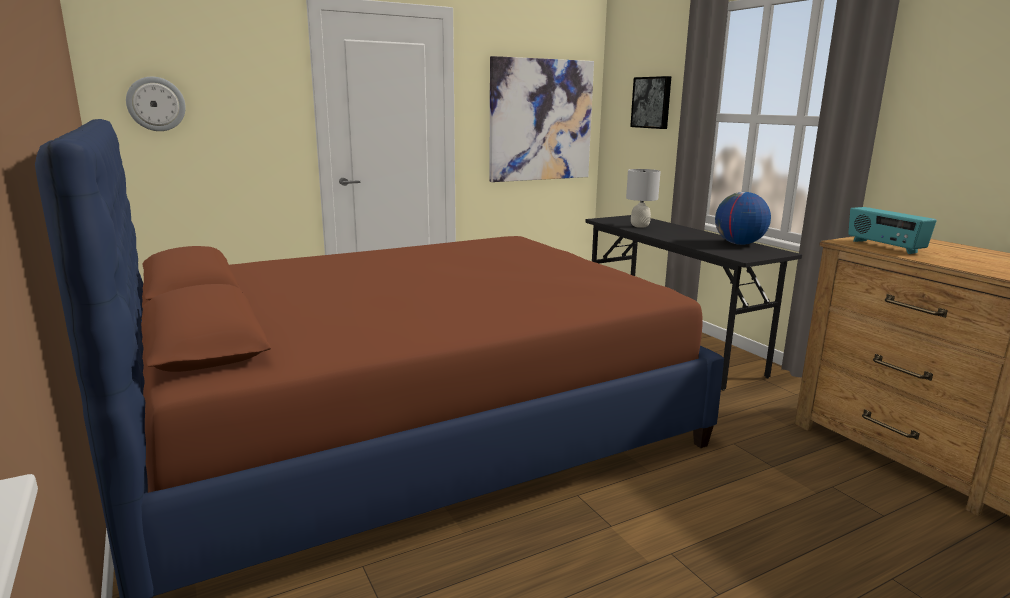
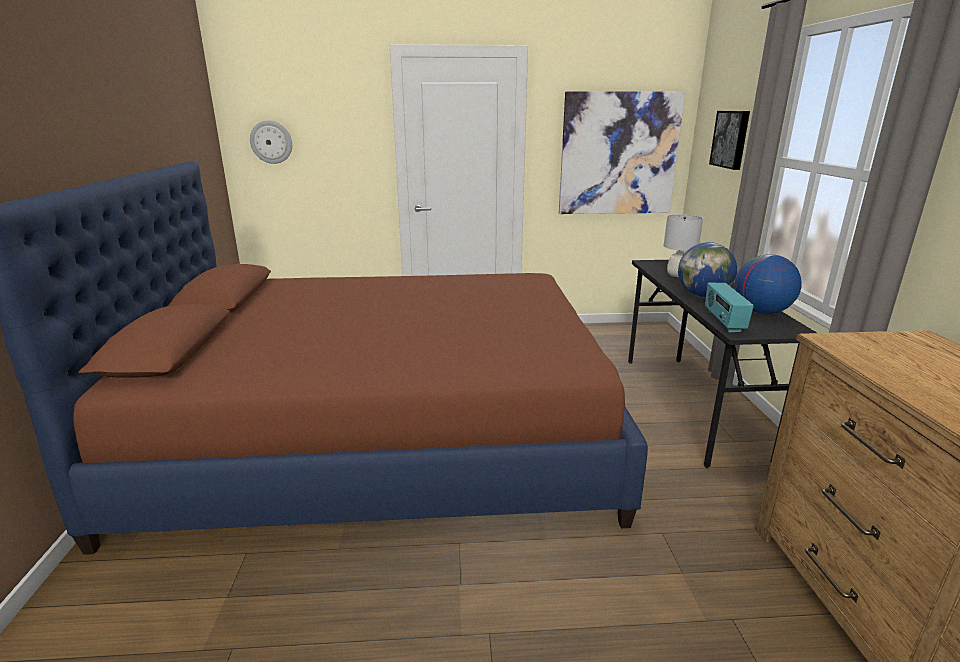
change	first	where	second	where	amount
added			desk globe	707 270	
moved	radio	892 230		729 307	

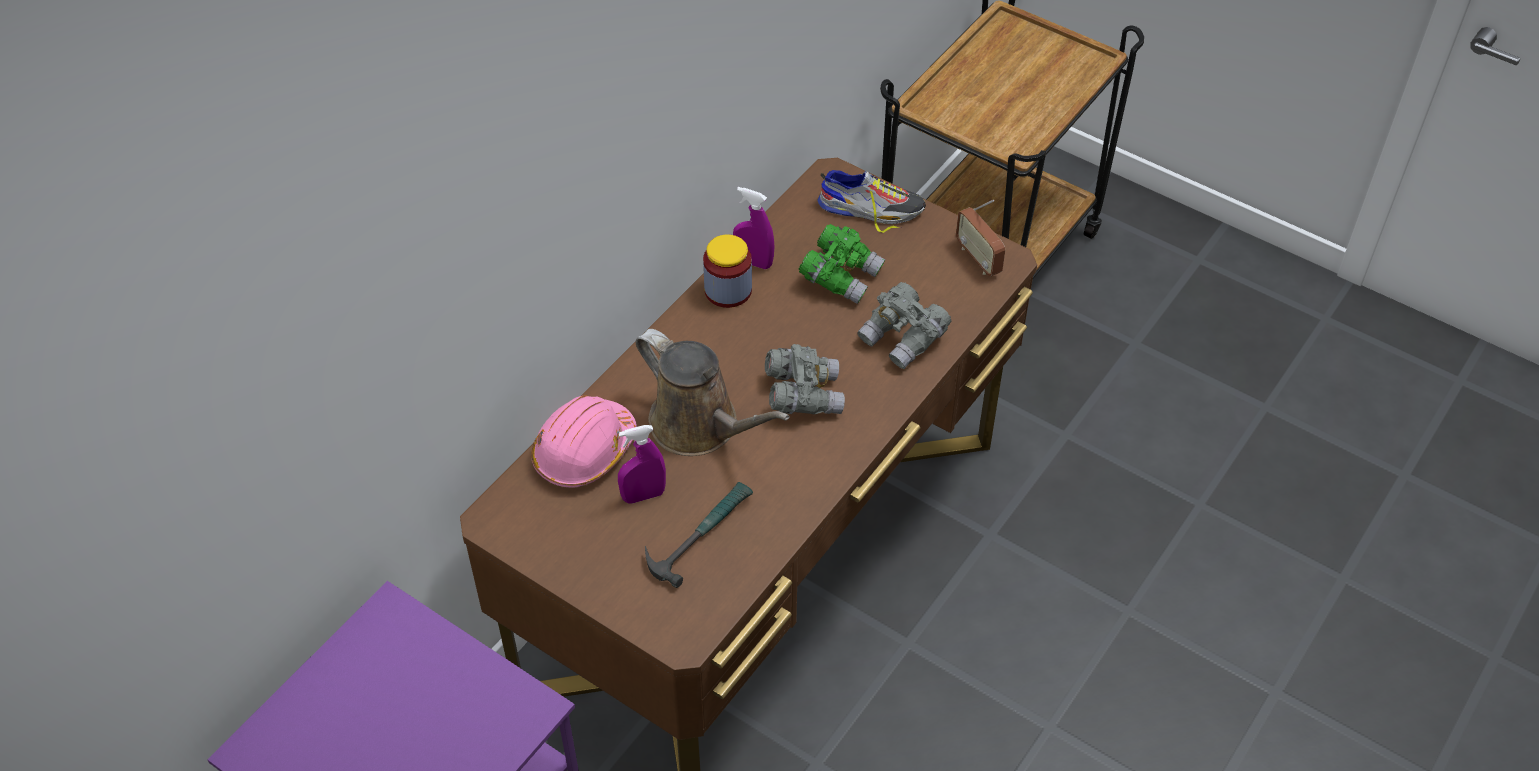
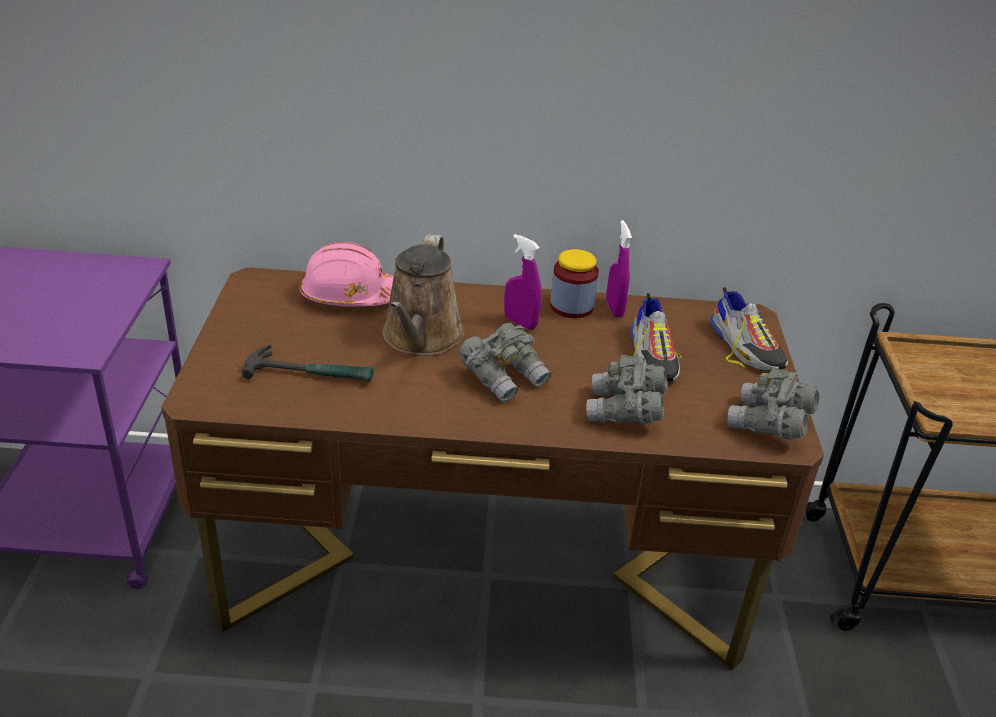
change	first	where	second	where	amount
moved	purplish spray bottle	642 464		523 282	
replaced	green pair of binoculars	842 264	low shoe	656 337	
replaced	radio	980 238	gray pair of binoculars	773 403	

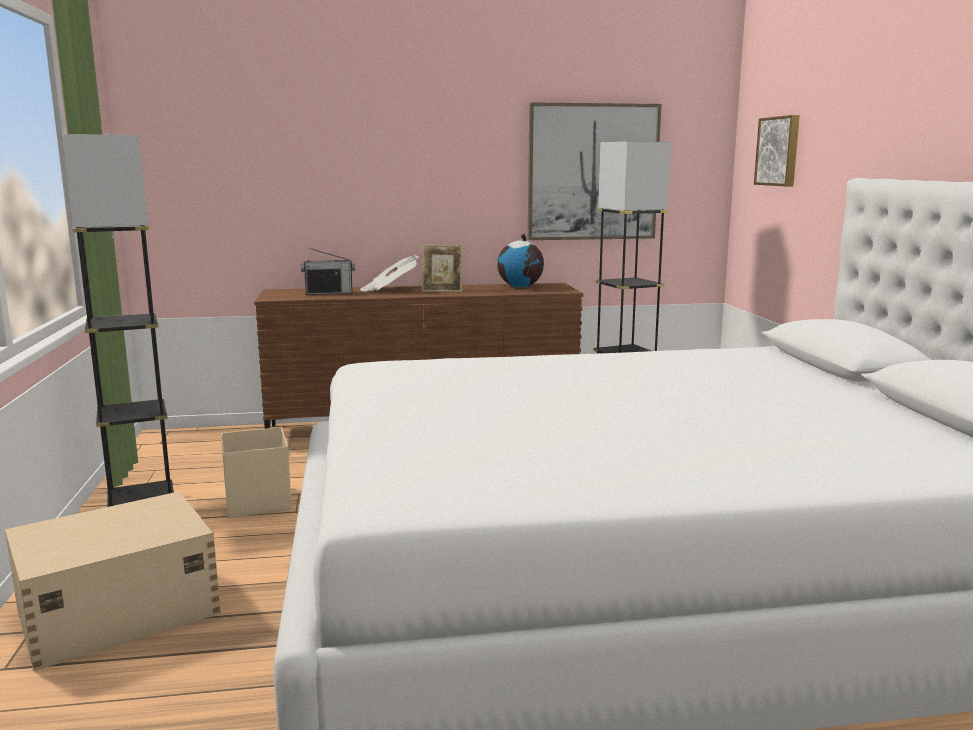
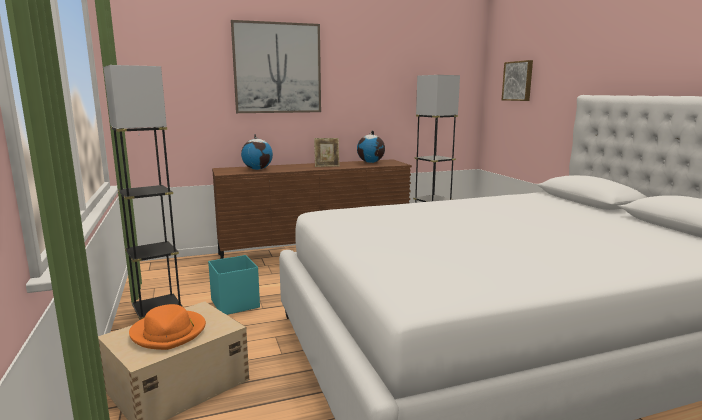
change	first	where	second	where	amount
added			orangey wearable hat	167 327	
recoloured	sand-coloured storage box	256 472	turquoise storage box	234 285	
moved	wall picture	594 171		276 66	
replaced	radio	328 271	desk globe	257 152	
removed	newspaper	389 273			

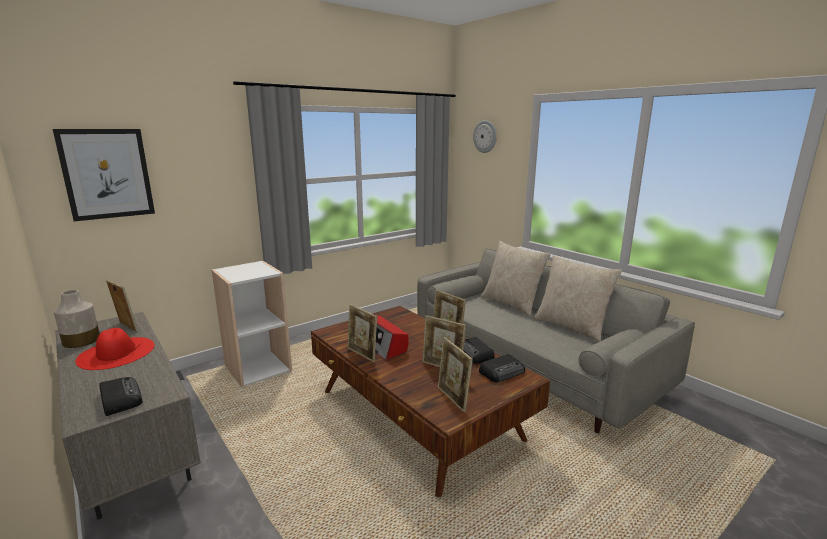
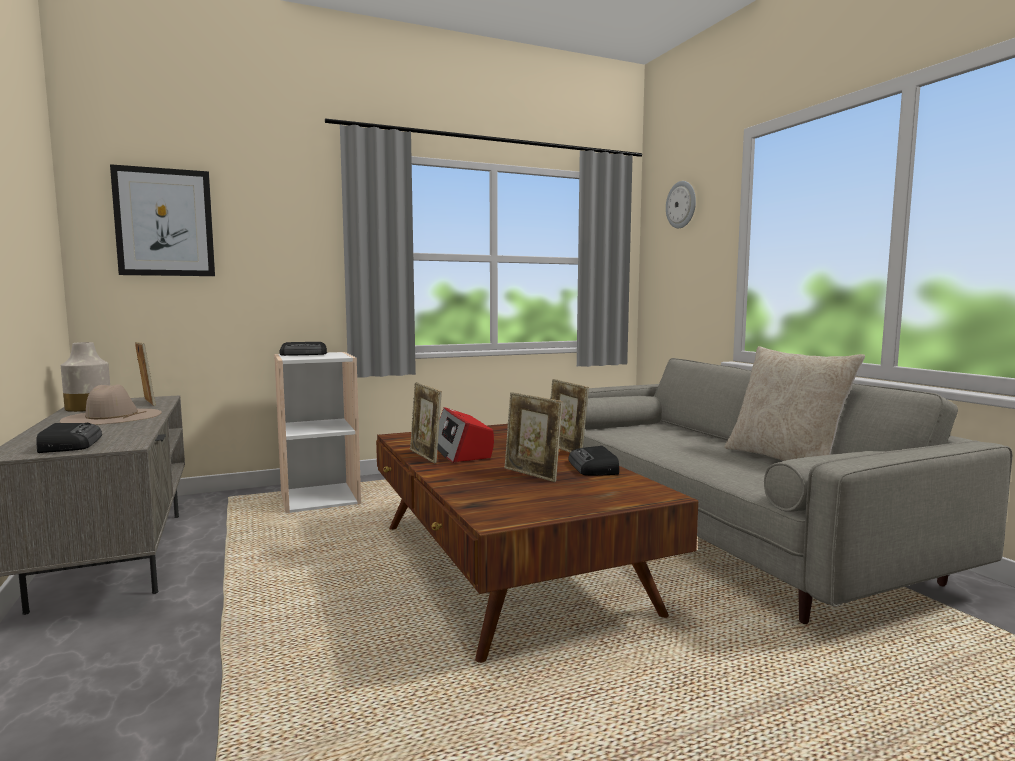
change	first	where	second	where	amount
recoloured	reddish wearable hat	114 349	sand-coloured wearable hat	111 405	
moved	radio	502 368		303 349	
removed	picture frame	455 374			
removed	sand-coloured throw pillow	516 278			

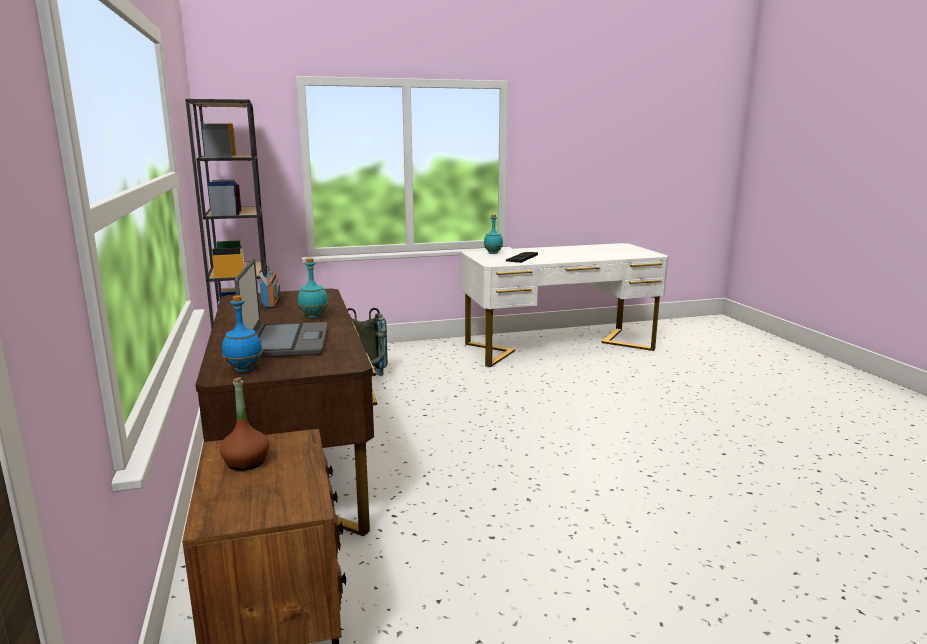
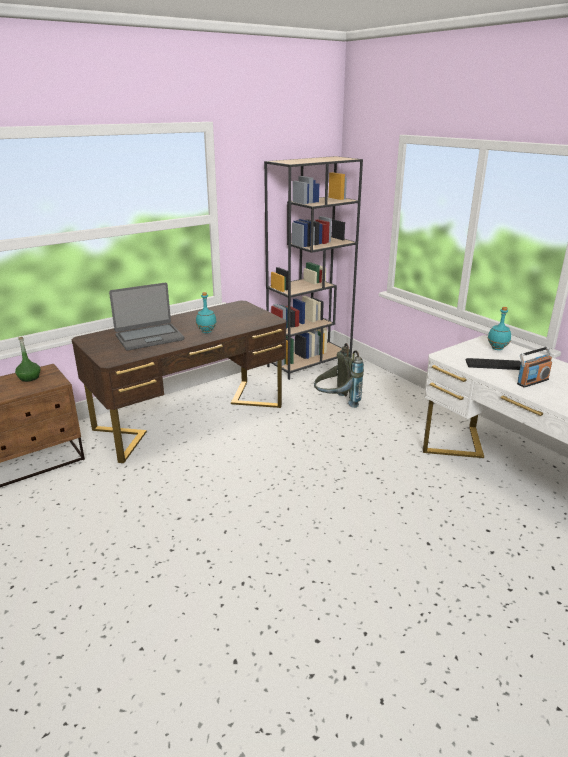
change	first	where	second	where	amount
recoloured	brown-coloured bottle	244 424	green bottle	28 359	
moved	radio	269 286		534 367	
removed	bluish bottle	242 333			

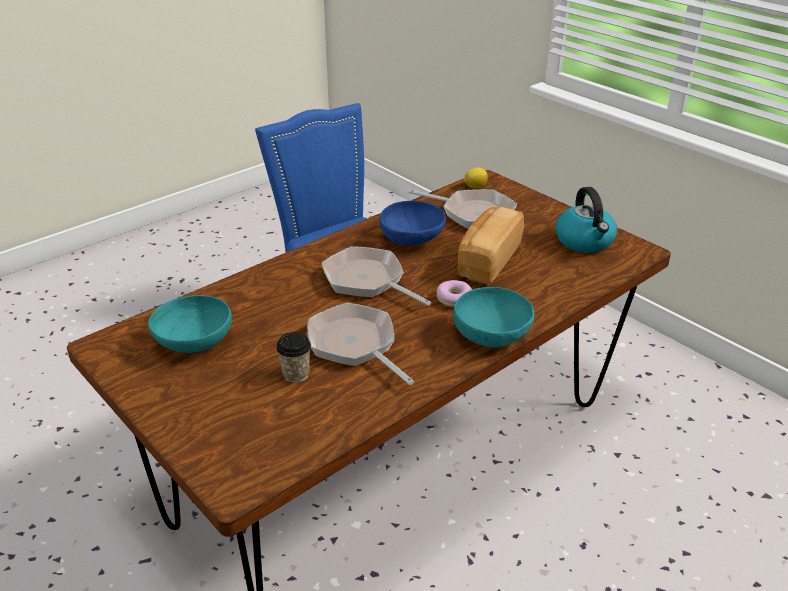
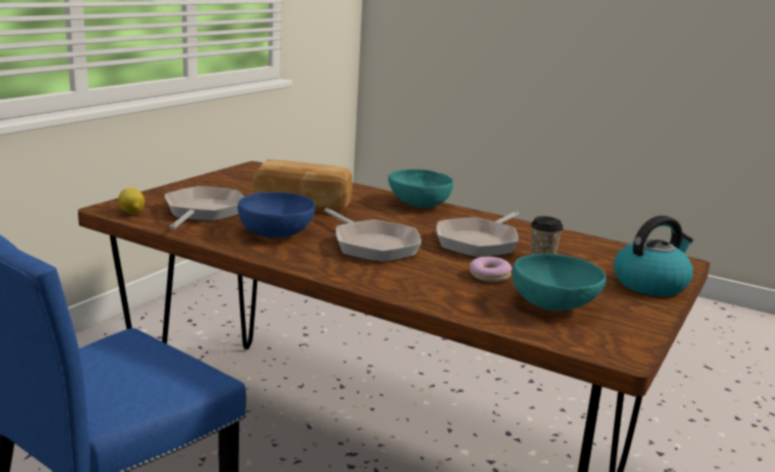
change	first	where	second	where	amount
turned	pan	376 276		372 235	60 degrees counterclockwise
moved	ring doughnut	454 293		491 269	
moved	tea kettle	586 220		653 255	

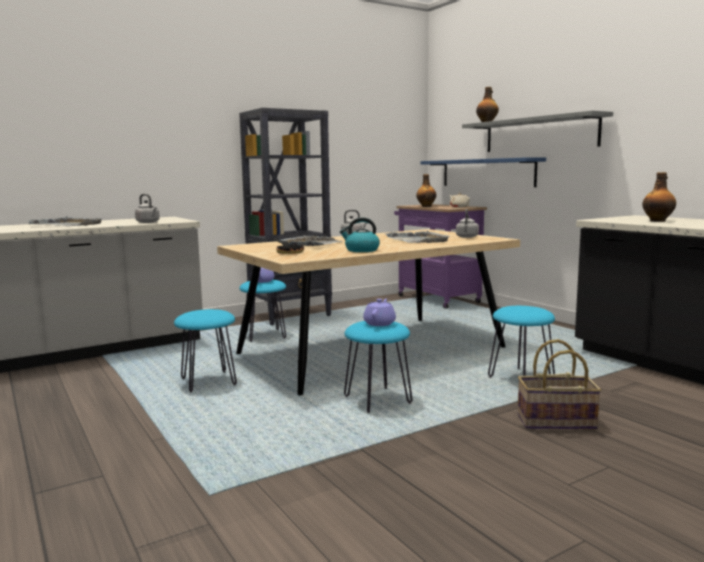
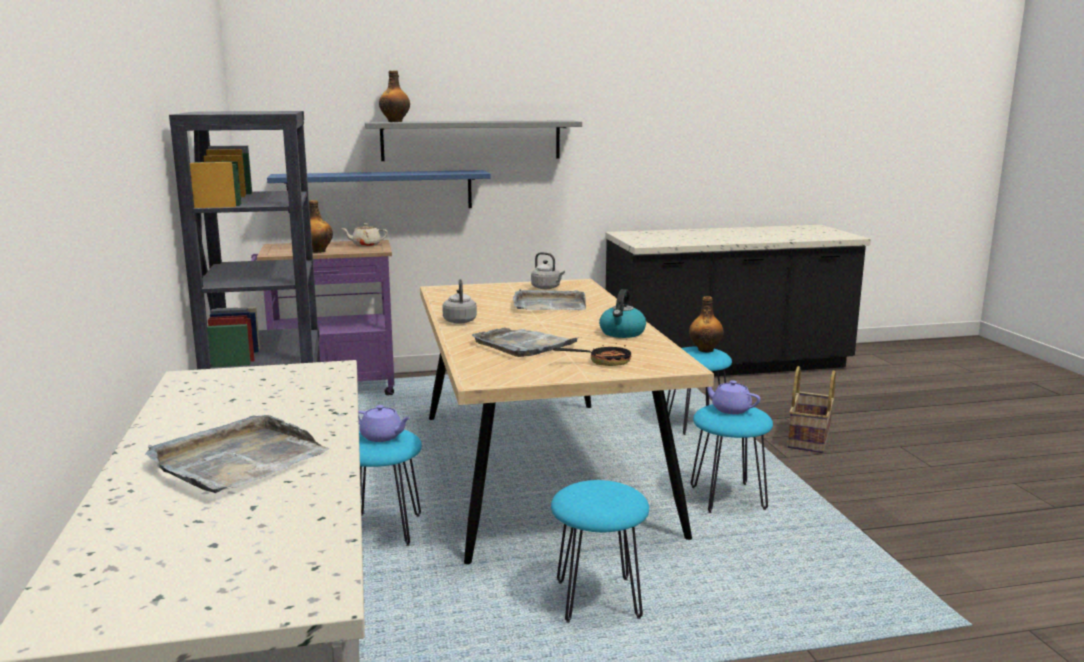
change	first	where	second	where	amount
moved	bottle	659 197		706 324	
removed	gray tea kettle	147 208			

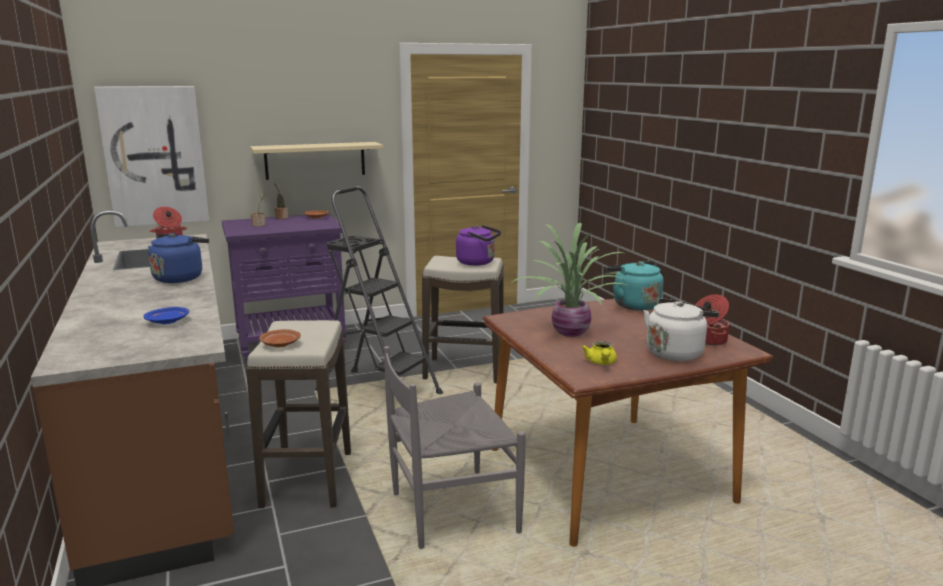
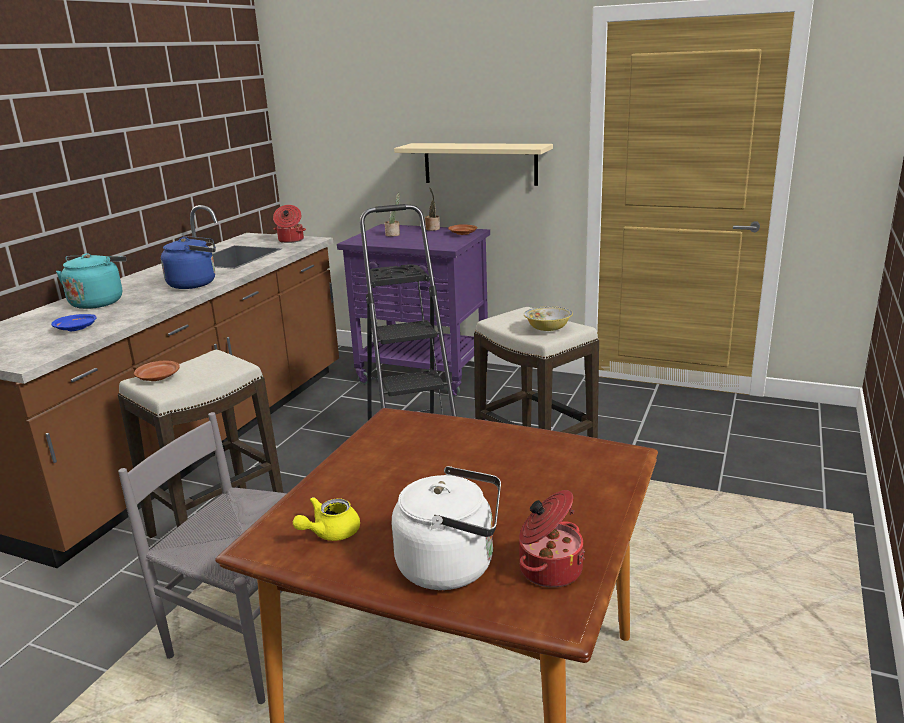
change	first	where	second	where	amount
moved	turquoise tea kettle	635 286		91 281	
replaced	purplish tea kettle	478 245	deep dish	548 318	
removed	wall picture	151 156			
removed	houseplant	568 280			

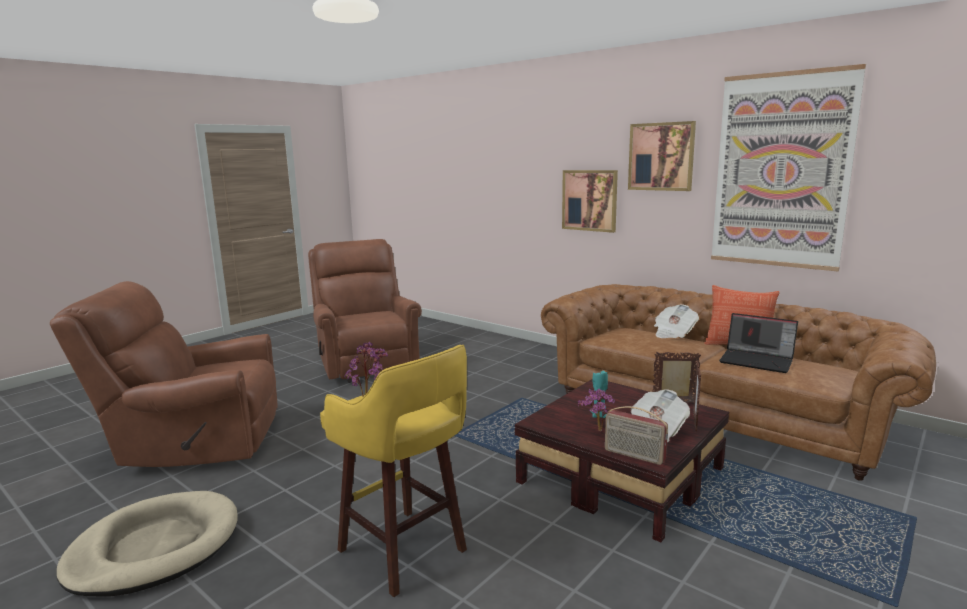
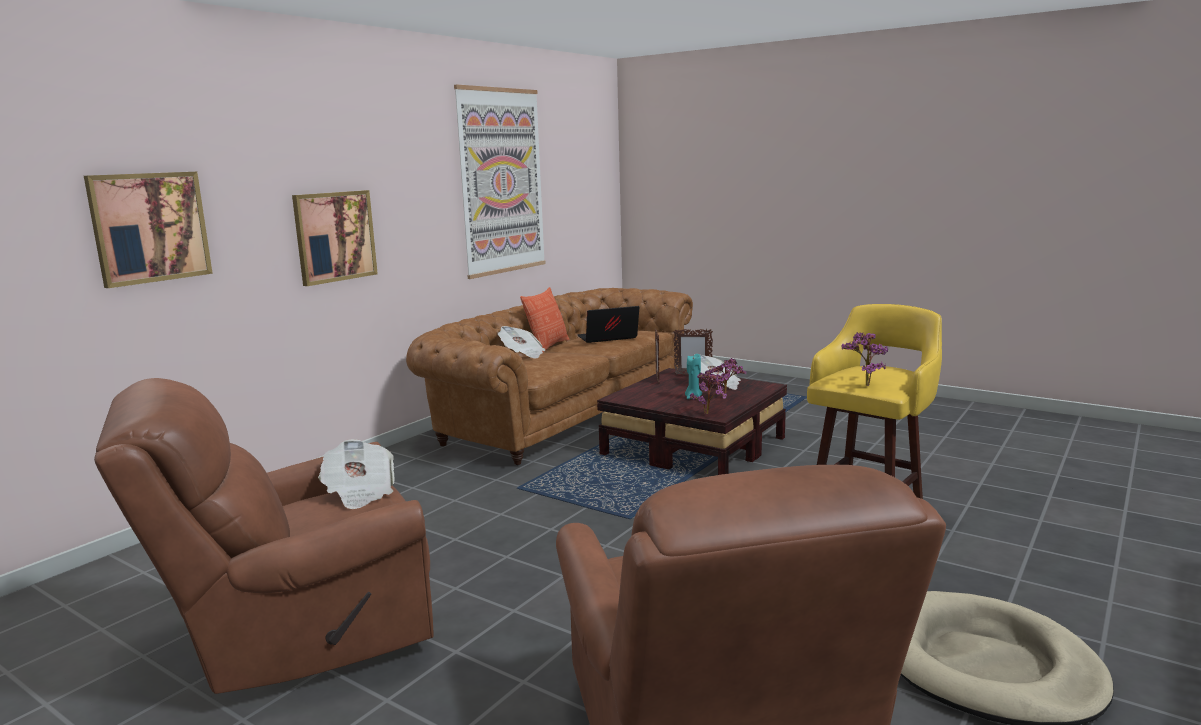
change	first	where	second	where	amount
moved	wall picture	662 156		148 230	
added			newspaper	357 474	
turned	portable computer	758 343		609 324	135 degrees counterclockwise
added			houseplant	708 392	
removed	radio	636 435			

